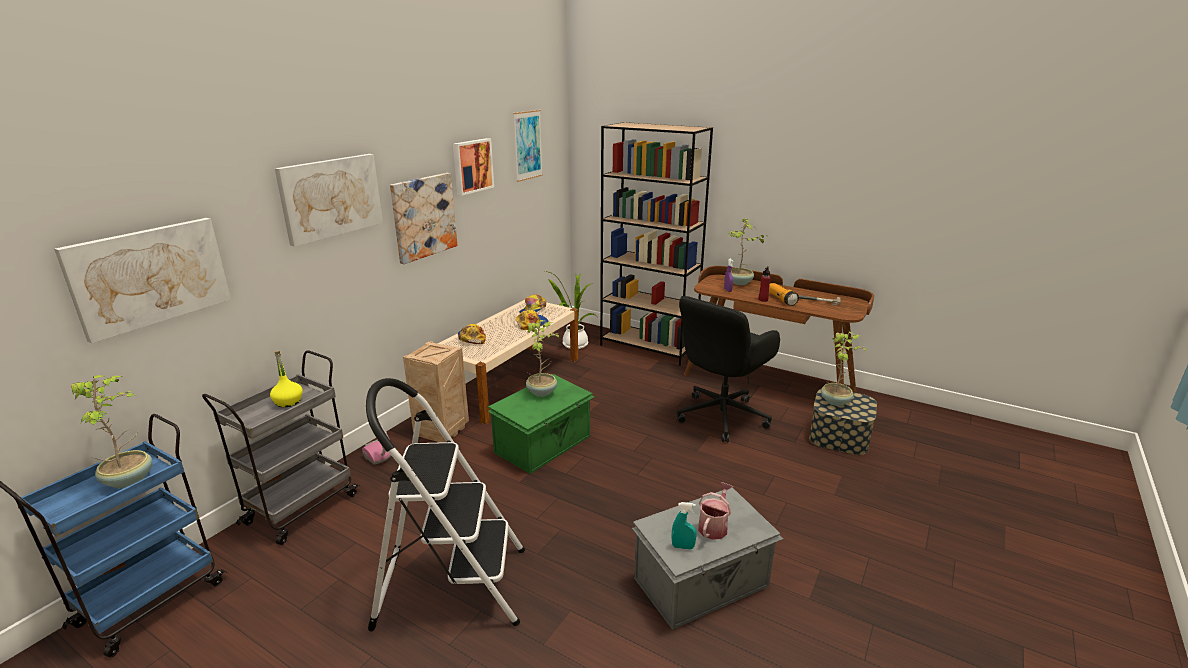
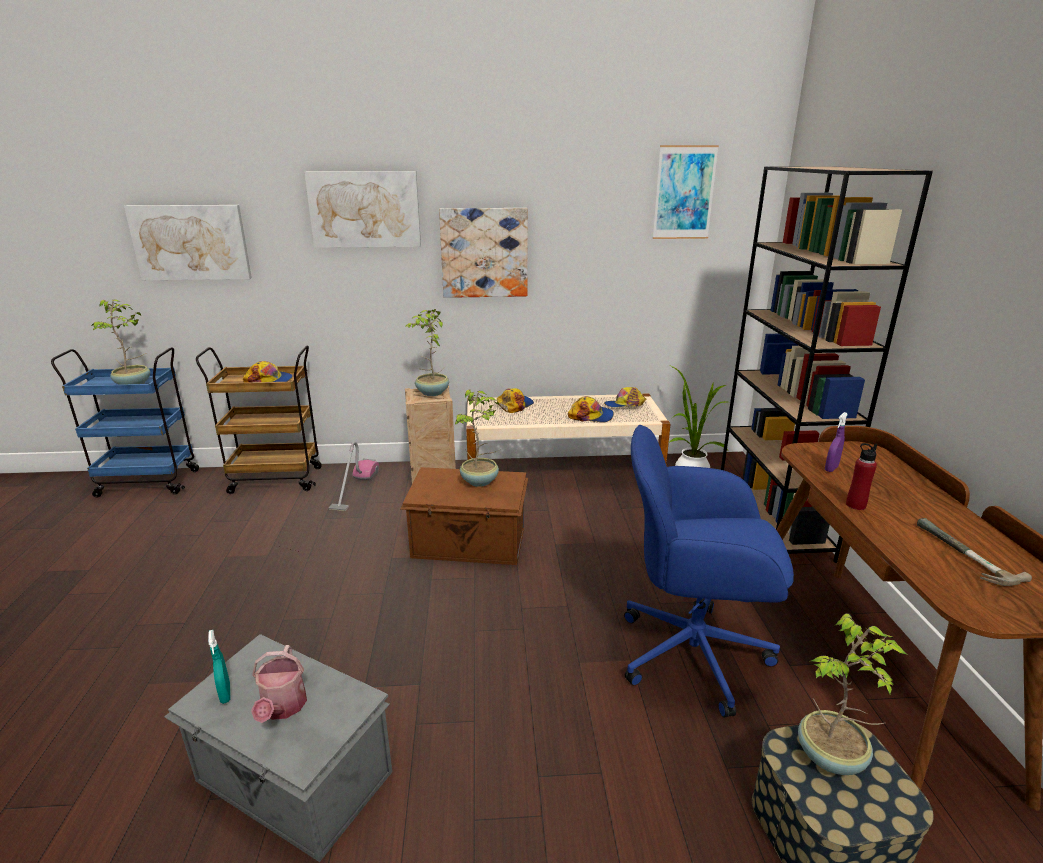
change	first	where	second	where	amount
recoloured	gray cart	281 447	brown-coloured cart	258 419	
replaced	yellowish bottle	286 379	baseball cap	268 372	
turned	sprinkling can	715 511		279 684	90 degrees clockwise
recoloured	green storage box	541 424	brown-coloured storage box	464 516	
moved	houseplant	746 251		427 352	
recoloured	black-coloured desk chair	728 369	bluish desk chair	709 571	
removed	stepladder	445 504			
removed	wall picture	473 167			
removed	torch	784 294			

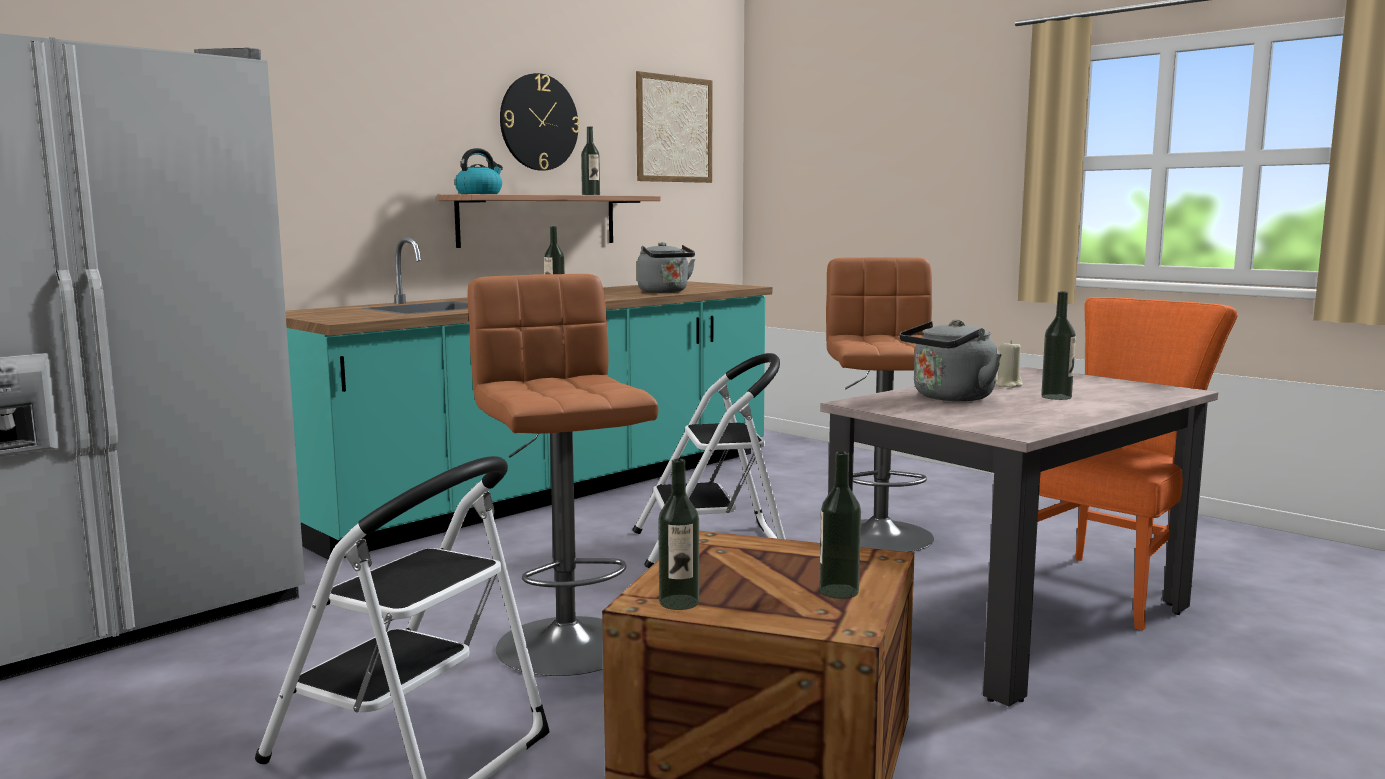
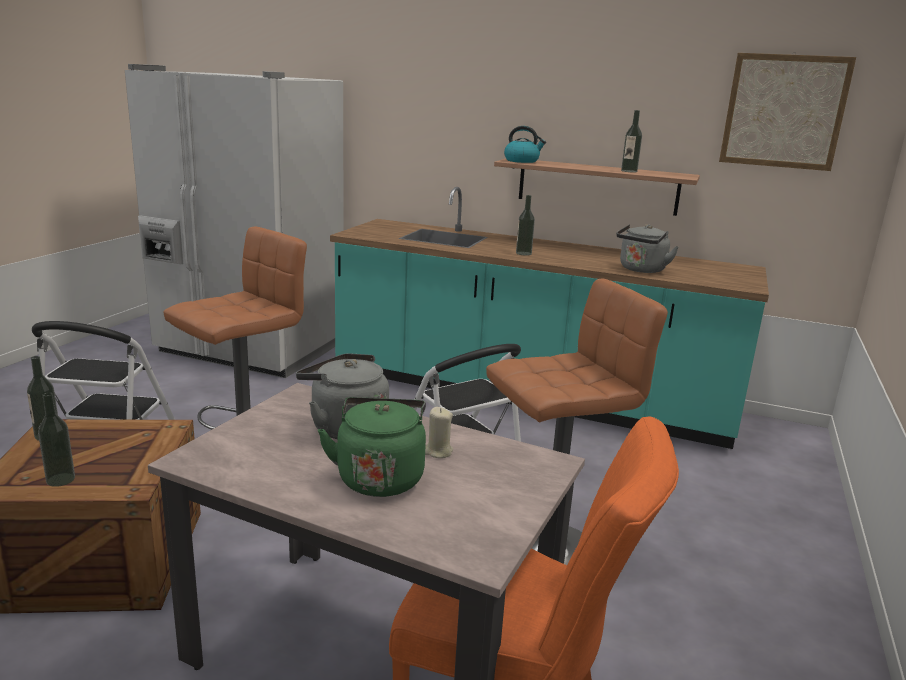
change	first	where	second	where	amount
replaced	bottle	1058 345	green tea kettle	372 447	
removed	wall clock	540 122			

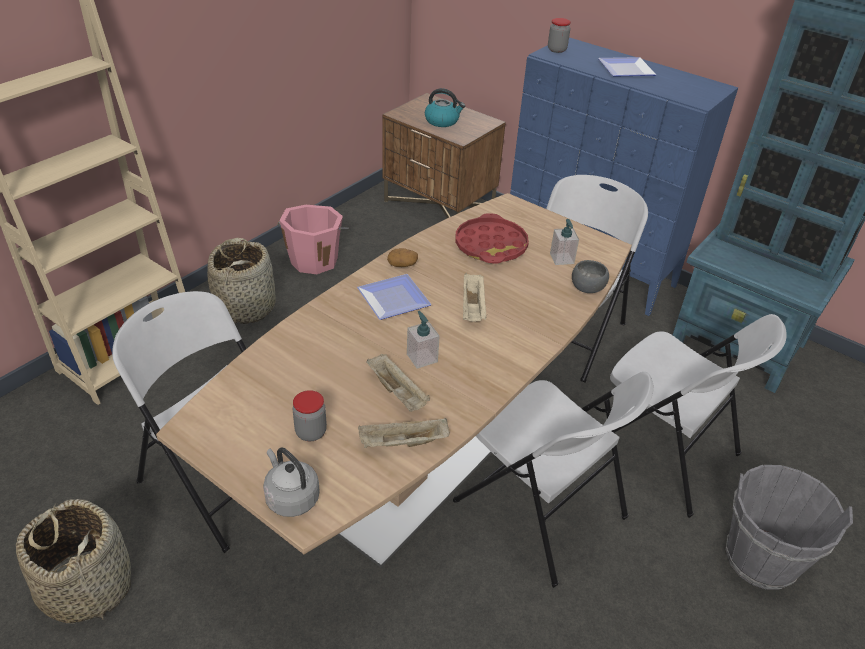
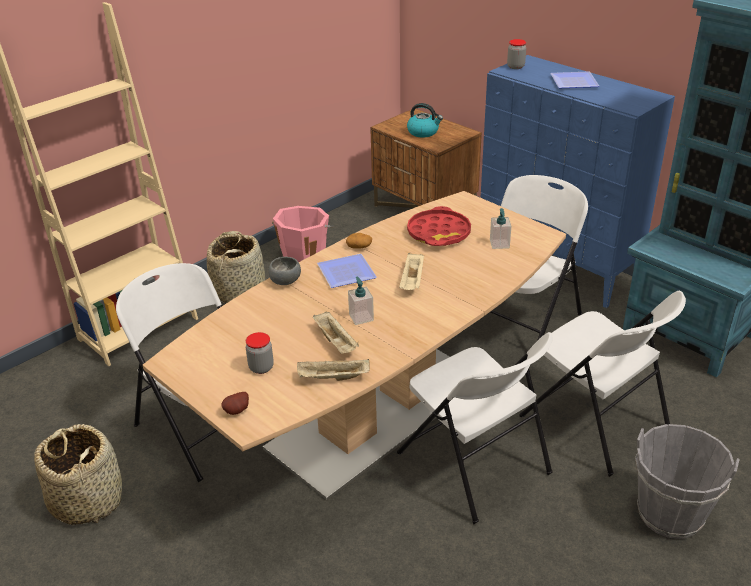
change	first	where	second	where	amount
replaced	gray tea kettle	291 482	whole potato	235 403	
moved	gray deep dish	590 276		284 271	

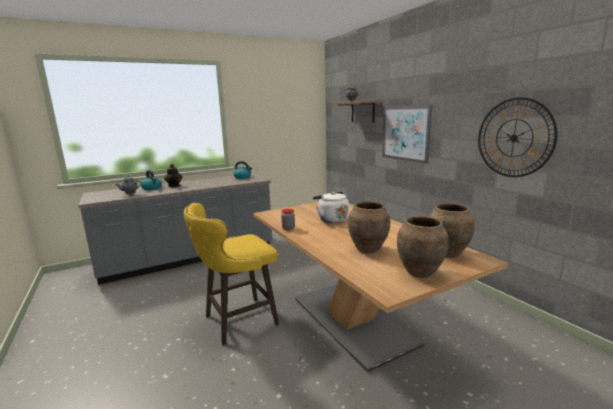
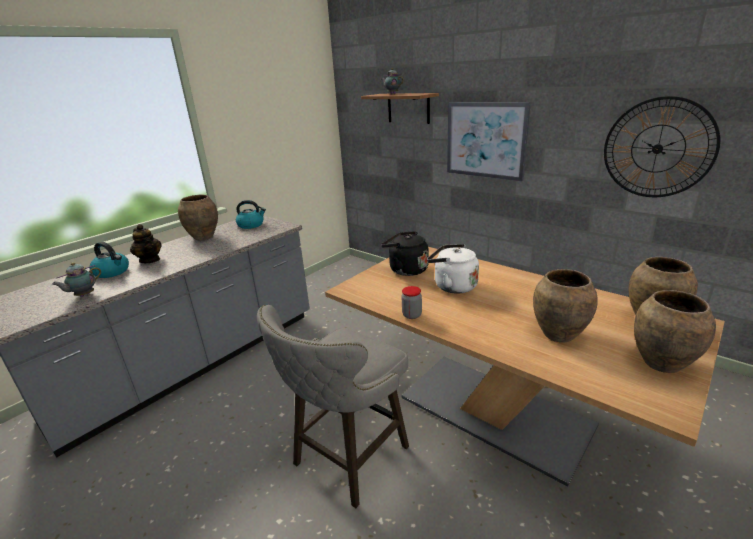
change	first	where	second	where	amount
added			brown-coloured vase	198 217	
recoloured	yellowish sitting stool	231 274	gray sitting stool	333 406	
added			black-coloured tea kettle	405 253	

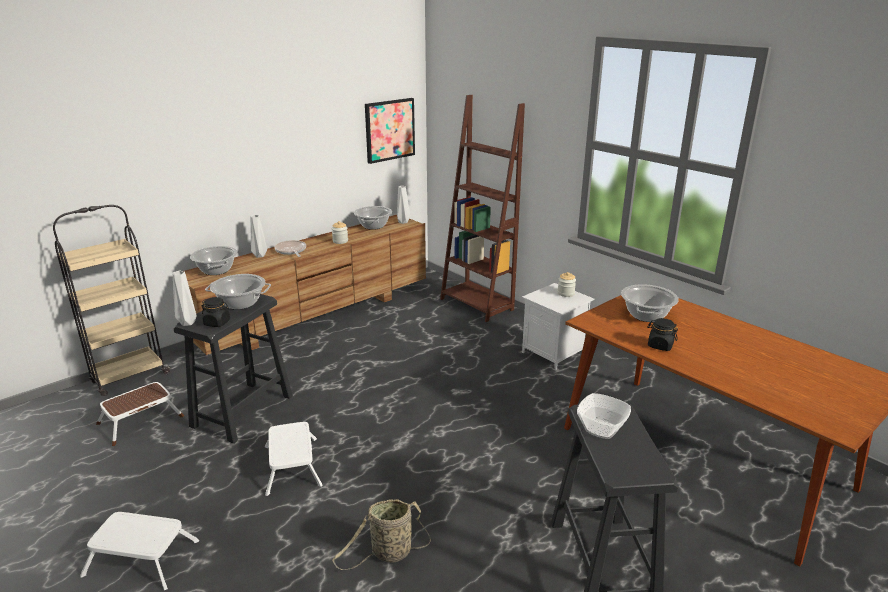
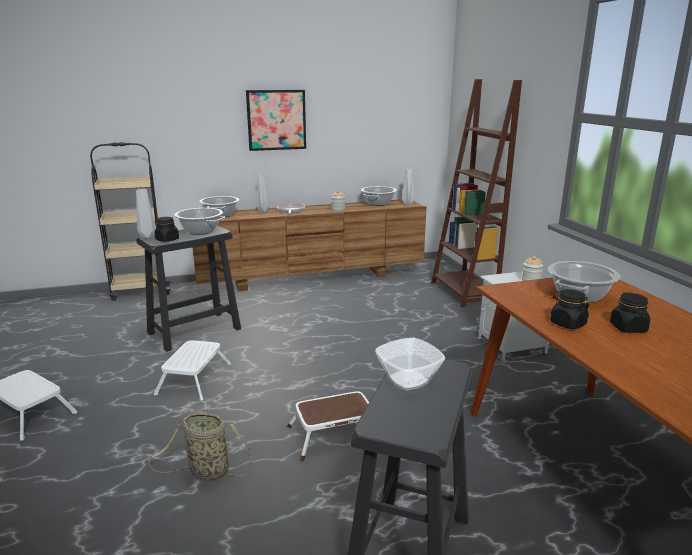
change	first	where	second	where	amount
moved	wall picture	390 131		276 120	
moved	brown-coloured stepladder	140 414		328 426	
added			black-coloured storage jar	630 312	

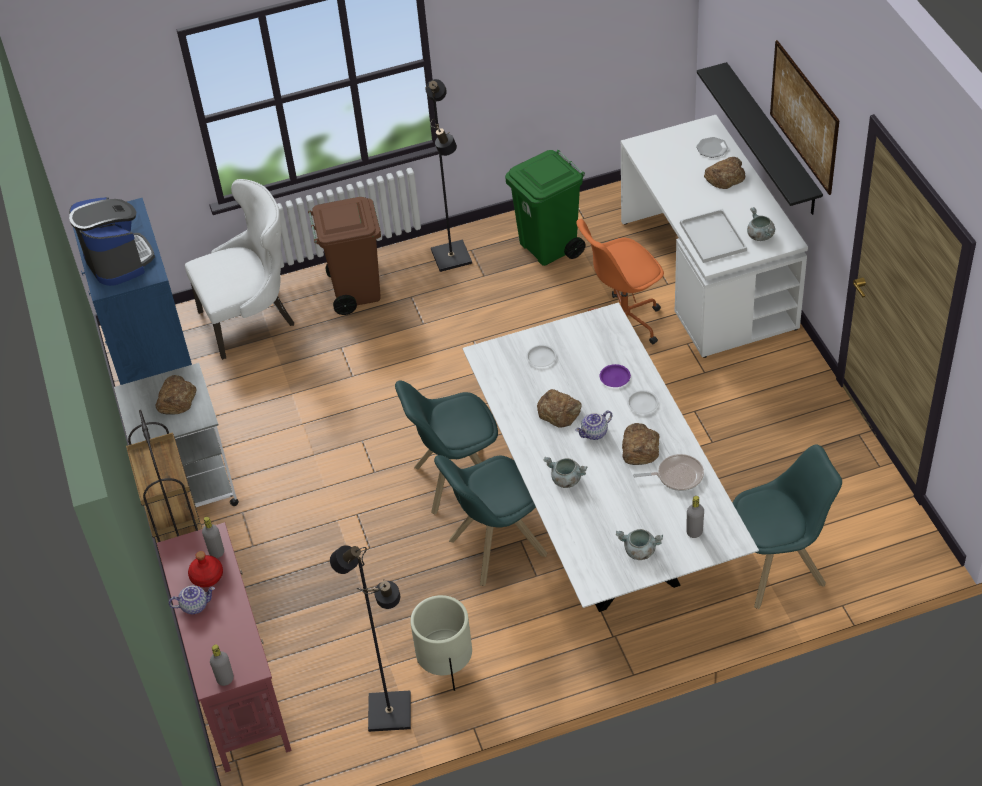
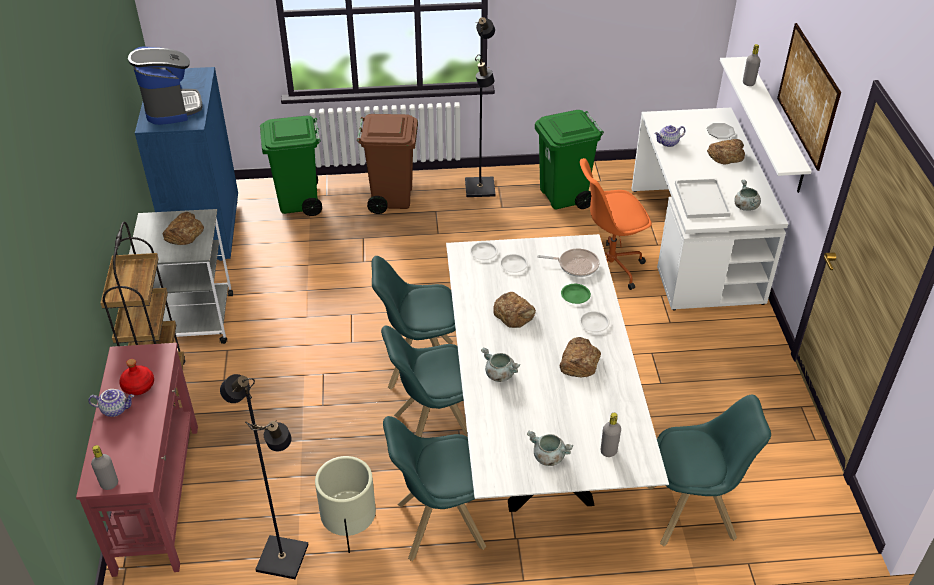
change	first	where	second	where	amount
replaced	white-coloured chair	239 269	green trash can	291 166	
added			turquoise chair	434 488	
added			white-coloured dinner plate	484 251	
moved	pan	668 472		568 262	
recoloured	purplish dinner plate	615 375	green dinner plate	576 294	
moved	teapot	594 425		670 136	
recoloured	black-coloured shelf	760 138	white-coloured shelf	766 125	
moved	gray bottle	213 537		751 65	

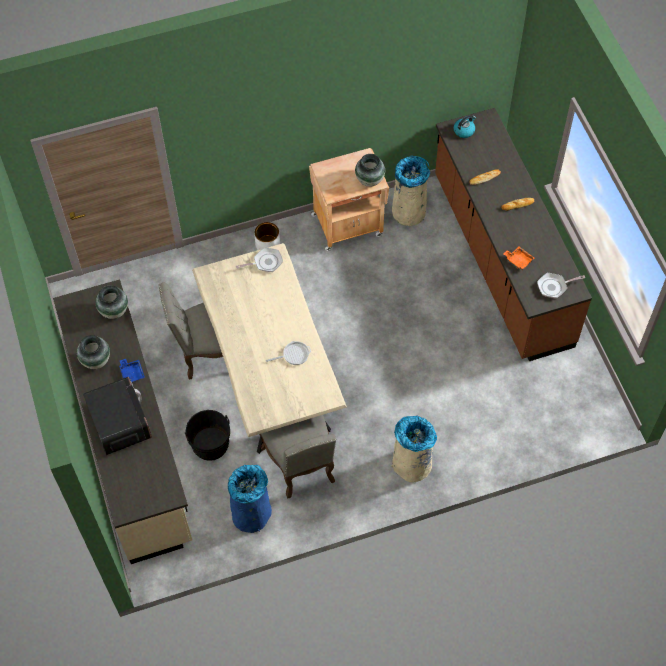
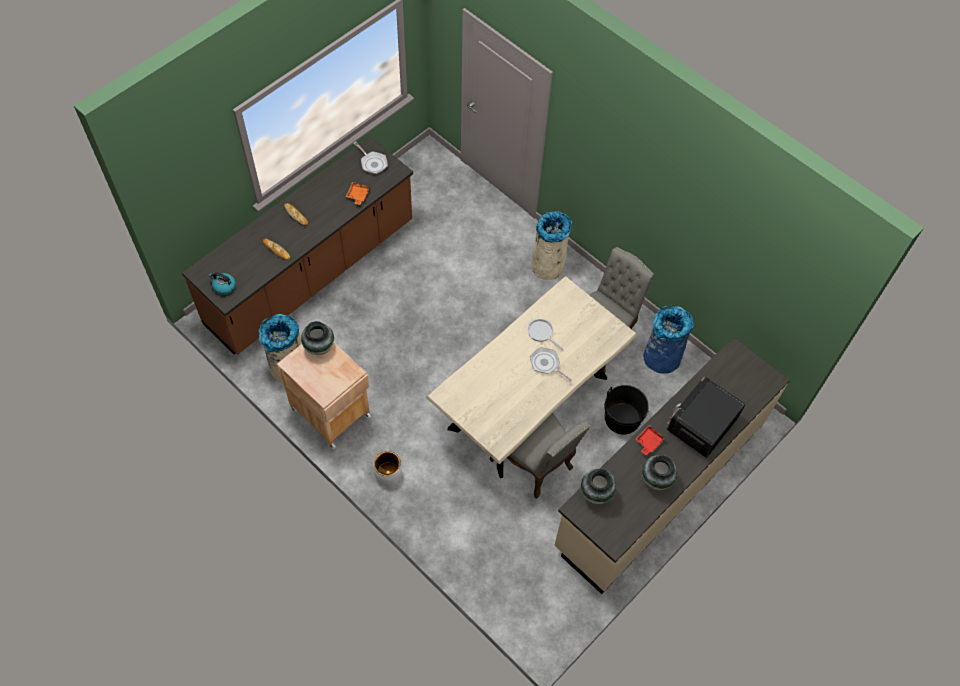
change	first	where	second	where	amount
moved	pan	259 260		551 364	
recoloured	bluish carrying tray	132 370	reddish carrying tray	650 440	

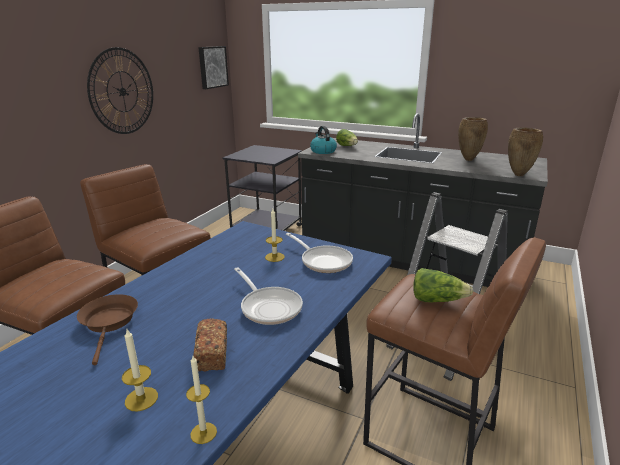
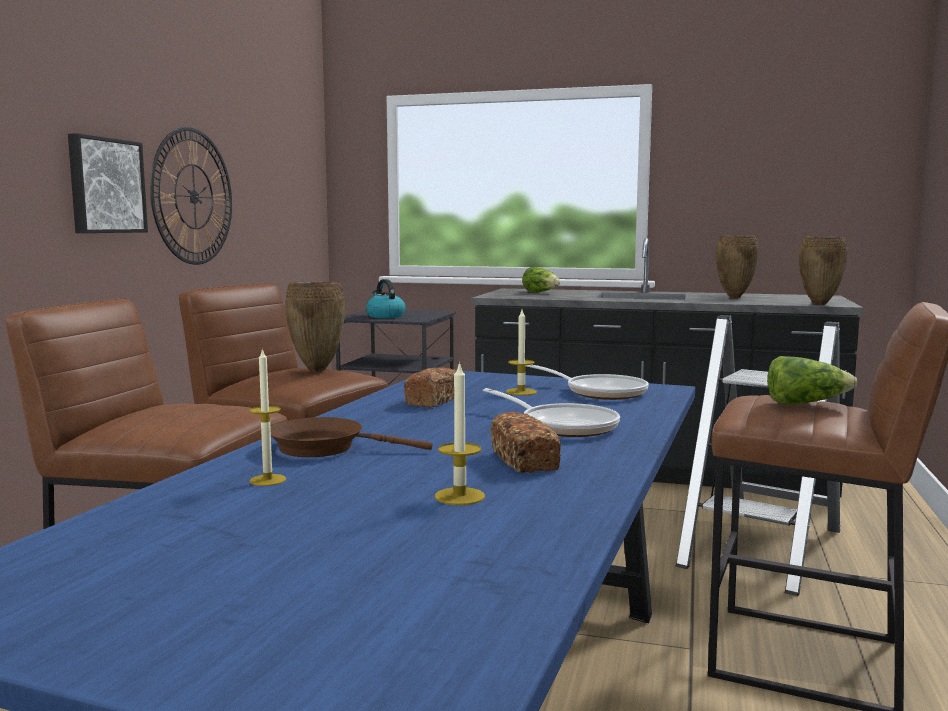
change	first	where	second	where	amount
moved	wall picture	213 67		108 183	
moved	wax candle	201 400		267 417	
turned	brown-coloured pan	107 329		351 437	60 degrees counterclockwise
added			brown-coloured vase	315 327	
moved	tea kettle	323 140		386 298	
added			bread	430 388	

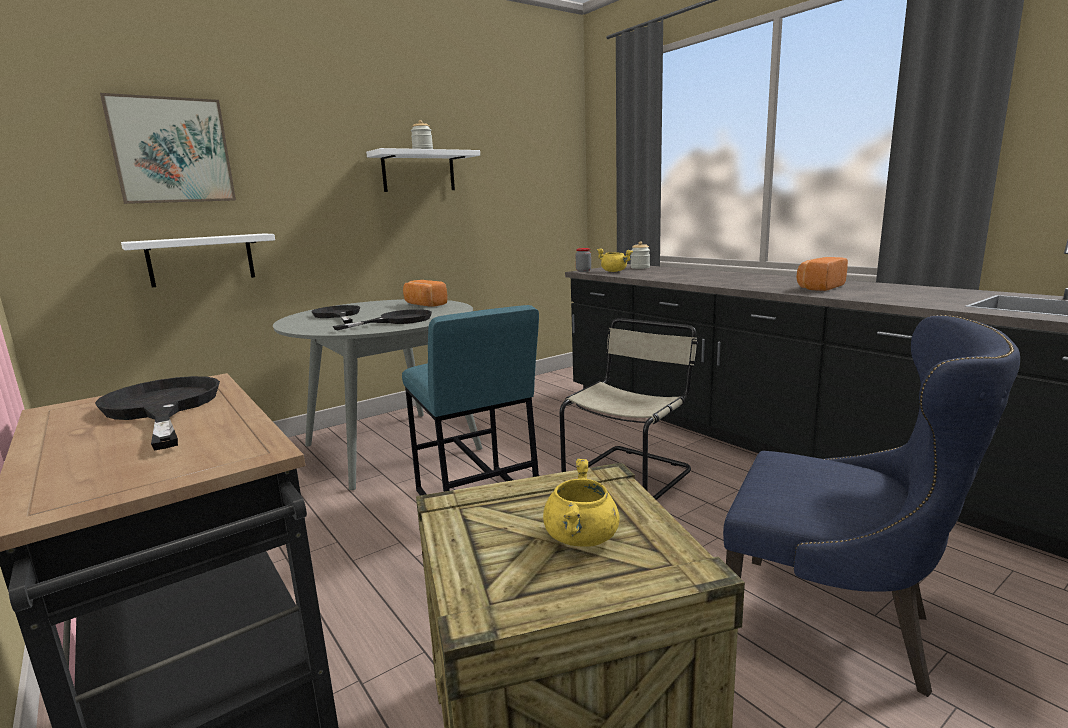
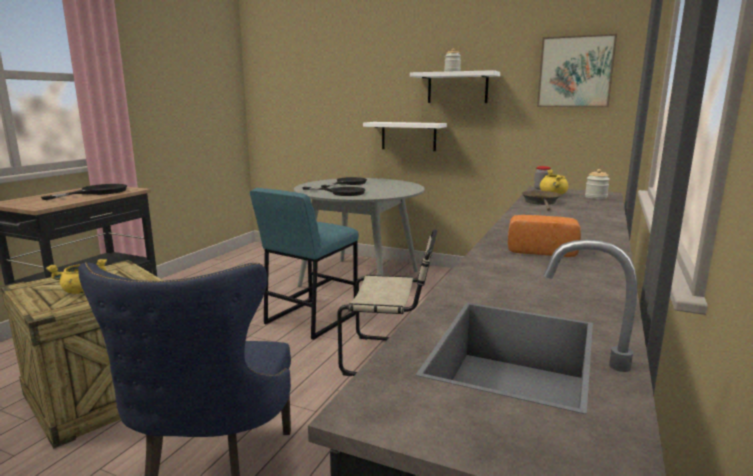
change	first	where	second	where	amount
moved	white-coloured shelf	198 260		405 136	
added			brown-coloured pan	541 201	
moved	wall picture	168 148		577 70	
removed	bread	425 293			

